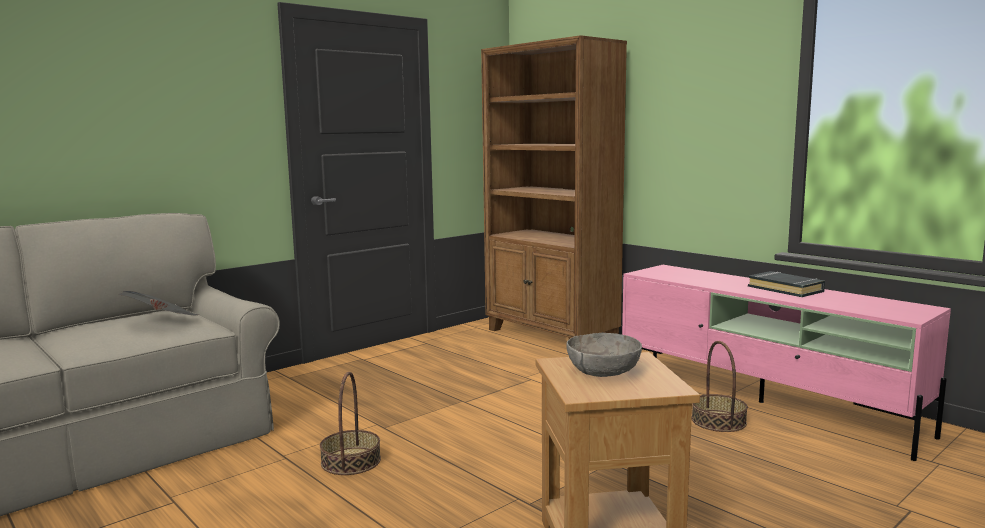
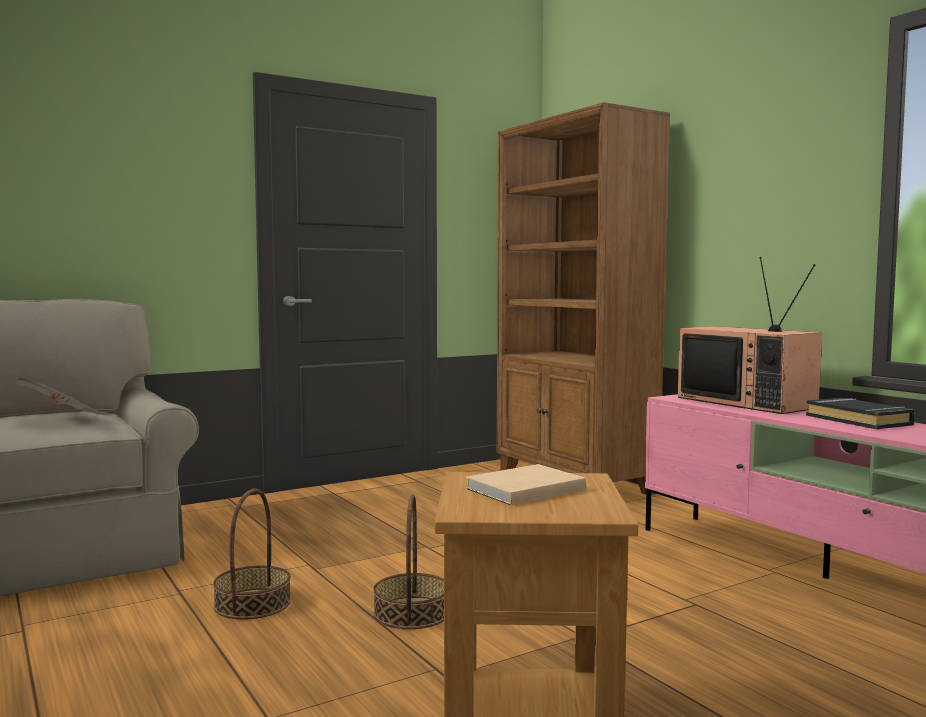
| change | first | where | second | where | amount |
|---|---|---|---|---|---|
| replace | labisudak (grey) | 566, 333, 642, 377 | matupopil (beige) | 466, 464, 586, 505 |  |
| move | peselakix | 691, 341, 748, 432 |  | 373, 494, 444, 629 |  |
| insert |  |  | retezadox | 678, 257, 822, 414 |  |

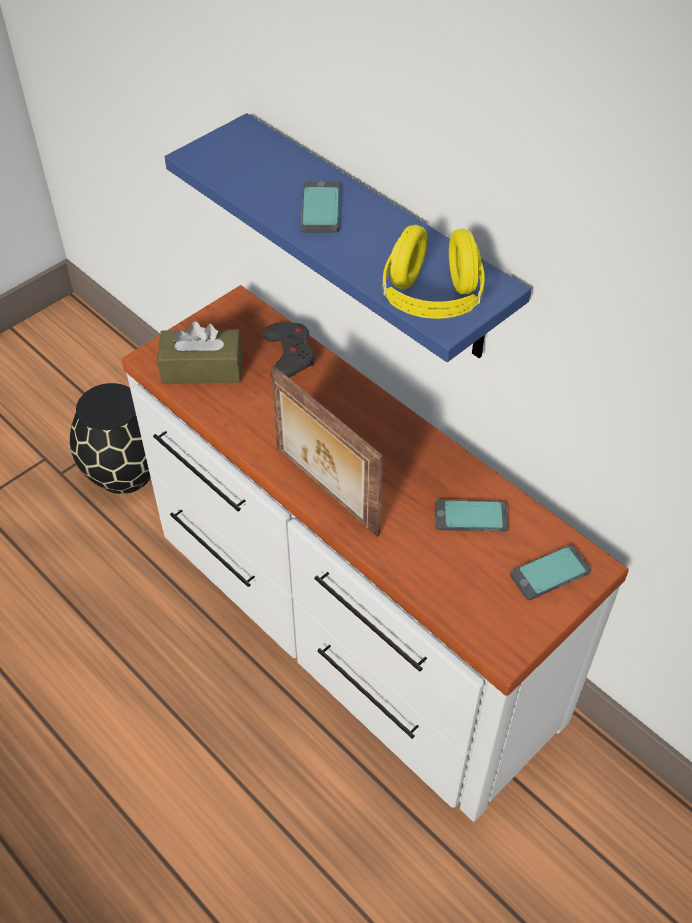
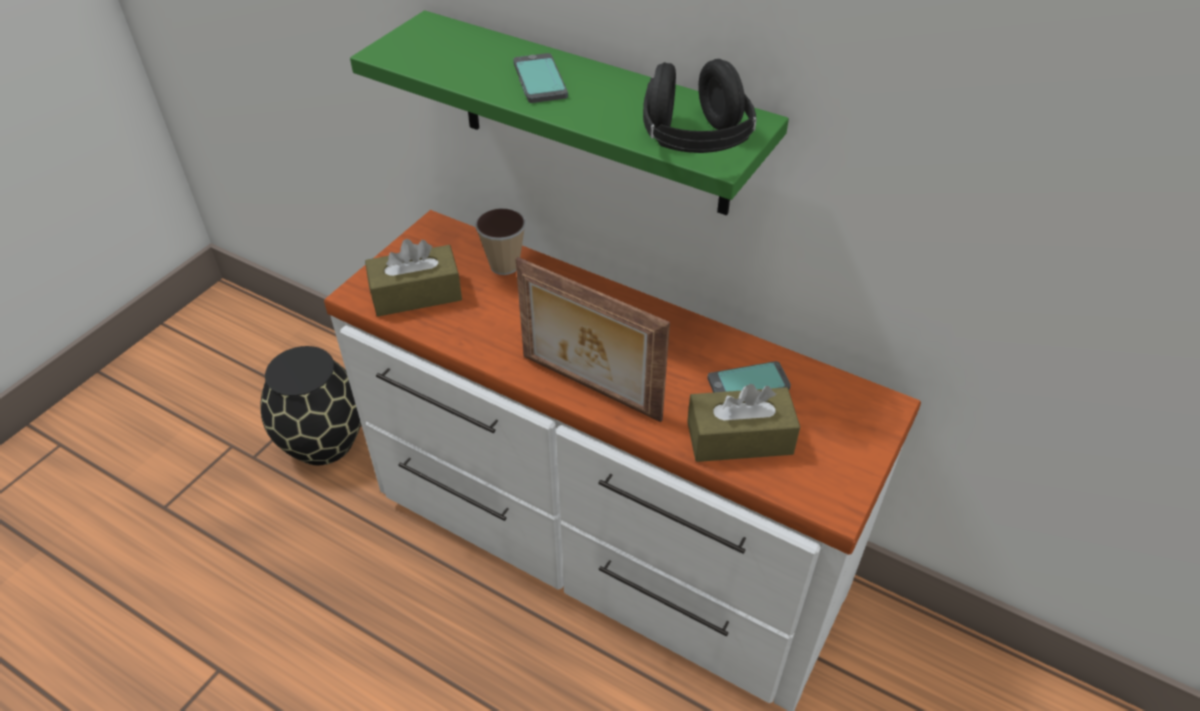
| change | first | where | second | where | amount |
|---|---|---|---|---|---|
| recolor | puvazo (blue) | 165, 113, 531, 362 | puvazo (green) | 350, 10, 789, 216 |  |
| recolor | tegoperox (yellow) | 383, 225, 485, 319 | tegoperox (black) | 643, 59, 756, 153 |  |
| replace | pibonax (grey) | 262, 322, 315, 378 | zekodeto | 475, 208, 526, 275 |  |
| delete | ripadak | 510, 545, 591, 600 |  |  |  |
| insert |  |  | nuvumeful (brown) | 687, 384, 800, 462 |  |

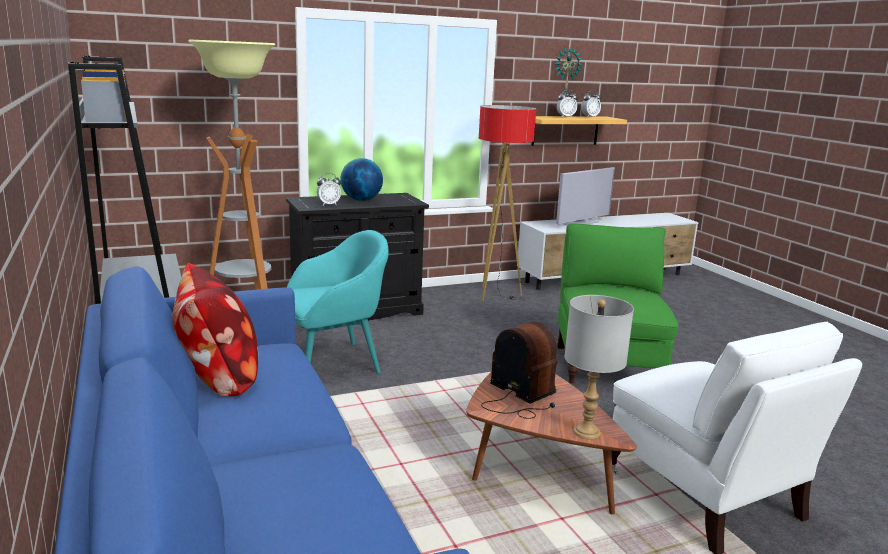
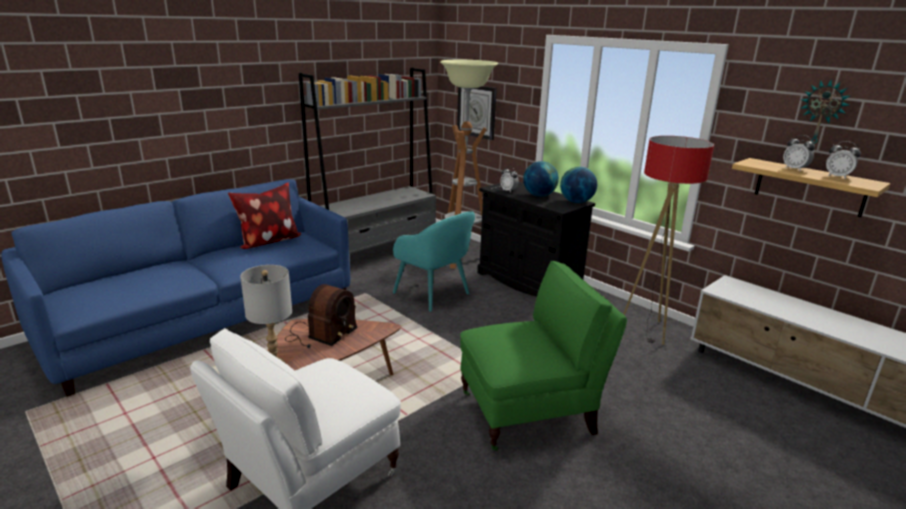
| change | first | where | second | where | amount |
|---|---|---|---|---|---|
| delete | retezadox | 556, 167, 615, 226 |  |  |  |
| insert |  |  | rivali | 457, 86, 497, 140 |  |
| insert |  |  | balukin | 560, 167, 597, 203 |  |

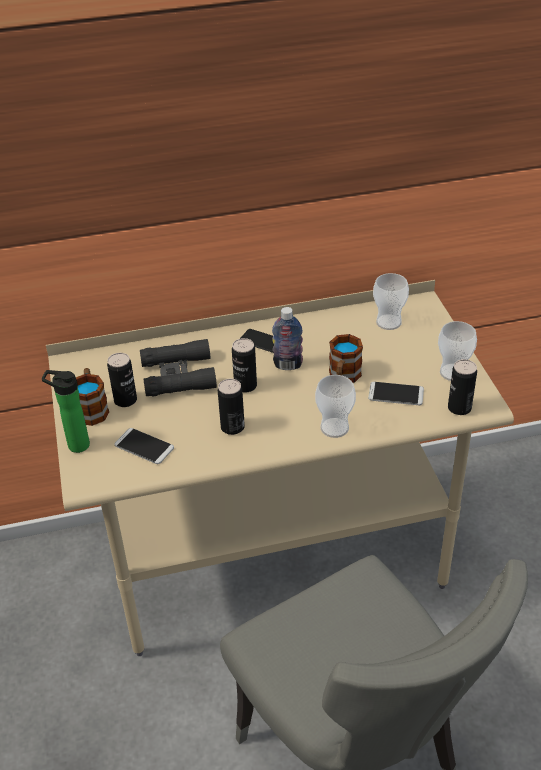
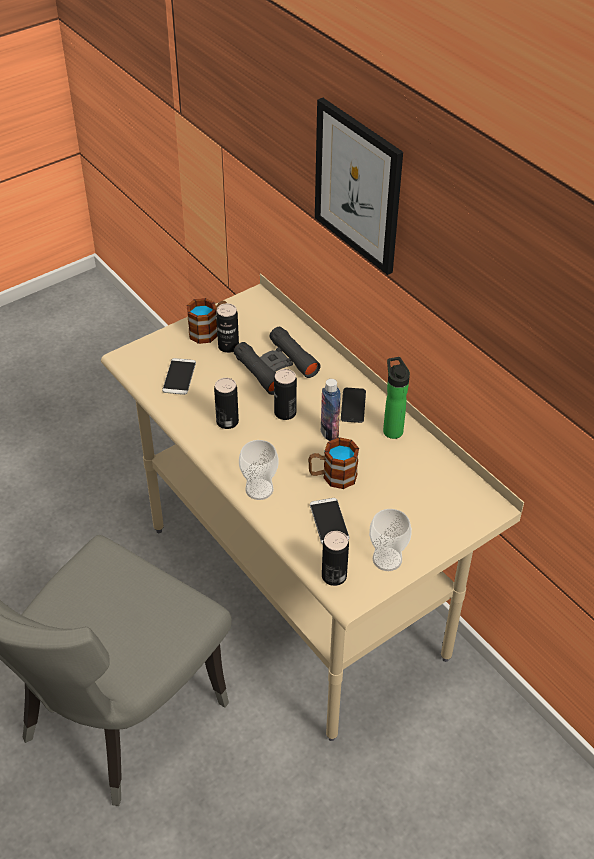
| change | first | where | second | where | amount |
|---|---|---|---|---|---|
| delete | zekodeto | 373, 273, 409, 330 |  |  |  |
| move | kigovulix | 42, 370, 90, 453 |  | 383, 357, 410, 439 |  |
| insert |  |  | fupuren | 315, 98, 403, 275 |  |

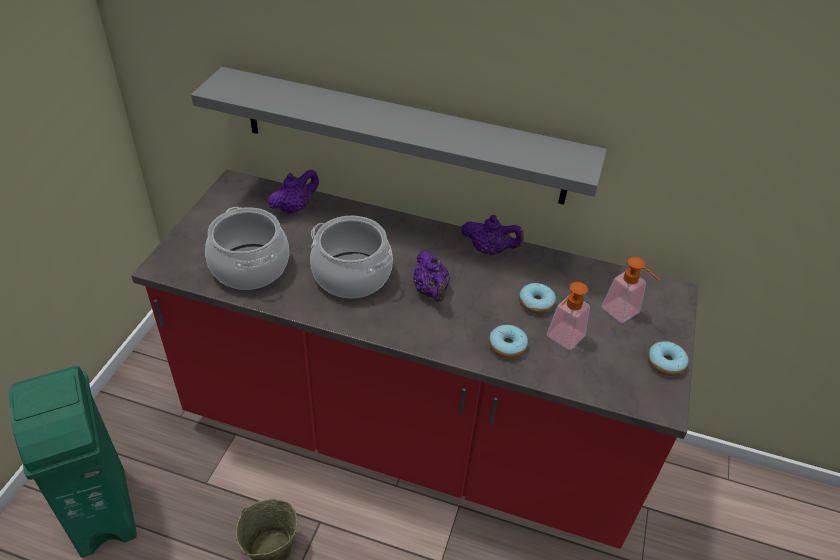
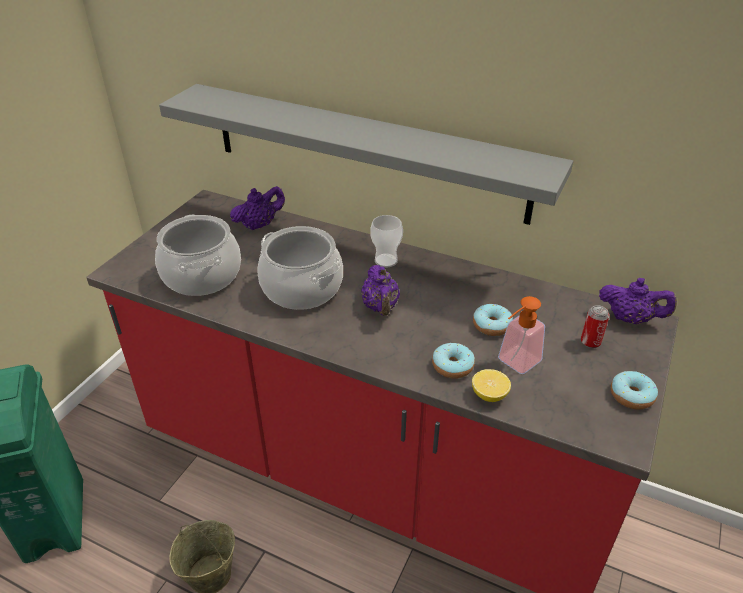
| change | first | where | second | where | amount |
|---|---|---|---|---|---|
| move | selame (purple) | 461, 215, 524, 255 |  | 599, 278, 677, 324 |  |
| replace | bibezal | 602, 257, 660, 323 | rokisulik | 581, 305, 609, 349 |  |
| insert |  |  | zekodeto | 370, 215, 403, 267 |  |
| insert |  |  | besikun | 472, 369, 511, 402 |  |

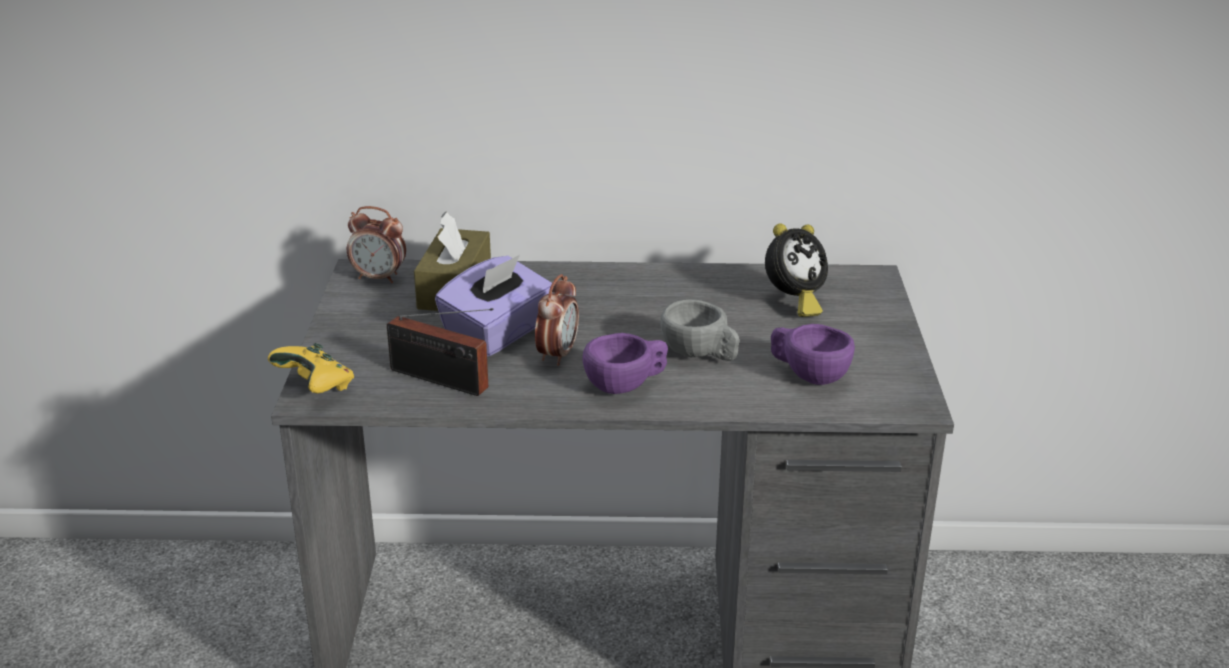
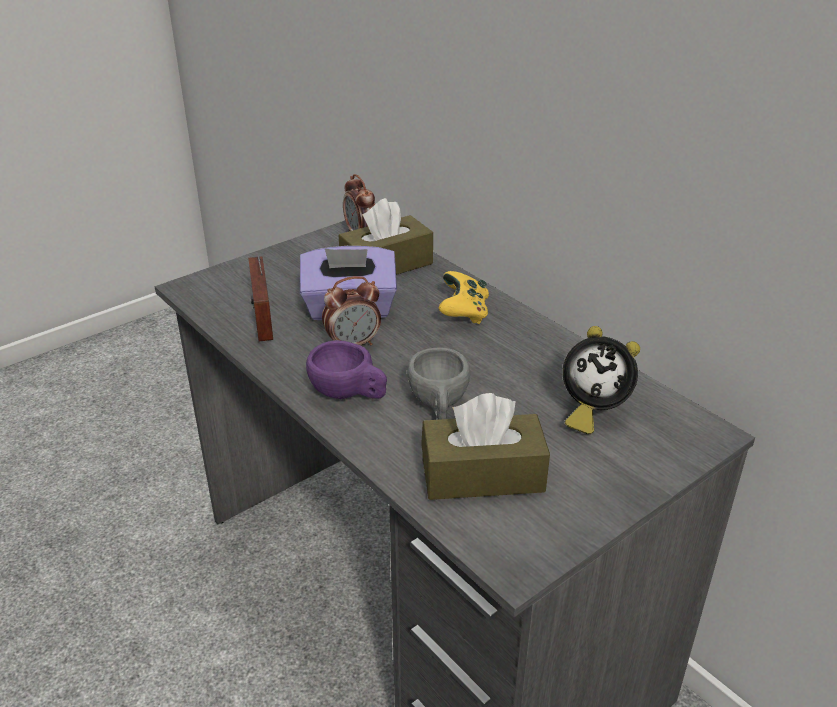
| change | first | where | second | where | amount |
|---|---|---|---|---|---|
| replace | zekodeto (purple) | 771, 324, 855, 385 | nuvumeful (brown) | 421, 393, 550, 500 |  |
| move | pibonax (yellow) | 268, 343, 354, 393 |  | 439, 271, 489, 324 |  |

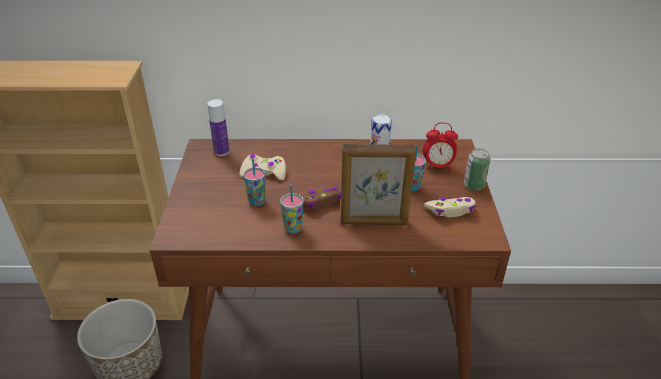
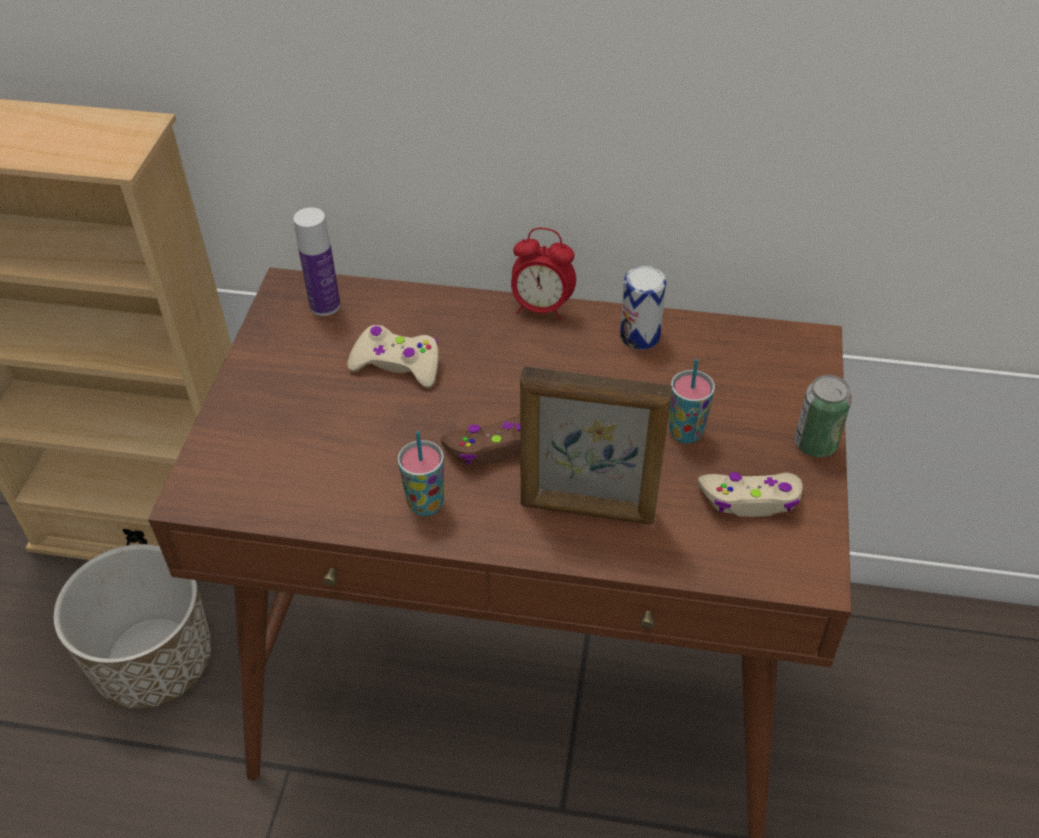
| change | first | where | second | where | amount |
|---|---|---|---|---|---|
| move | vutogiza | 423, 123, 458, 171 |  | 511, 228, 576, 321 |  |
| delete | zekodeto | 243, 159, 266, 206 |  |  |  |

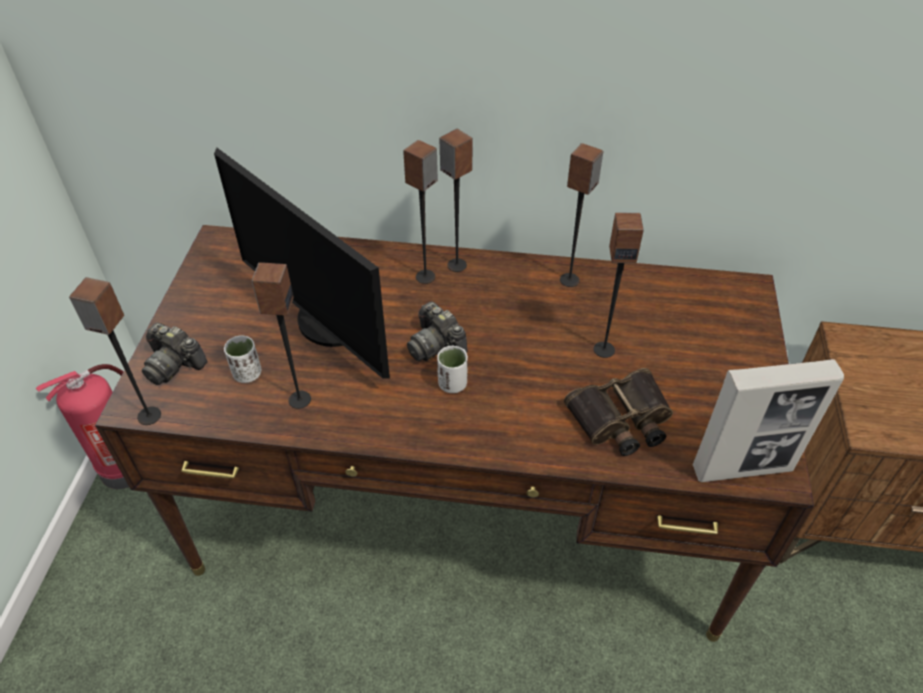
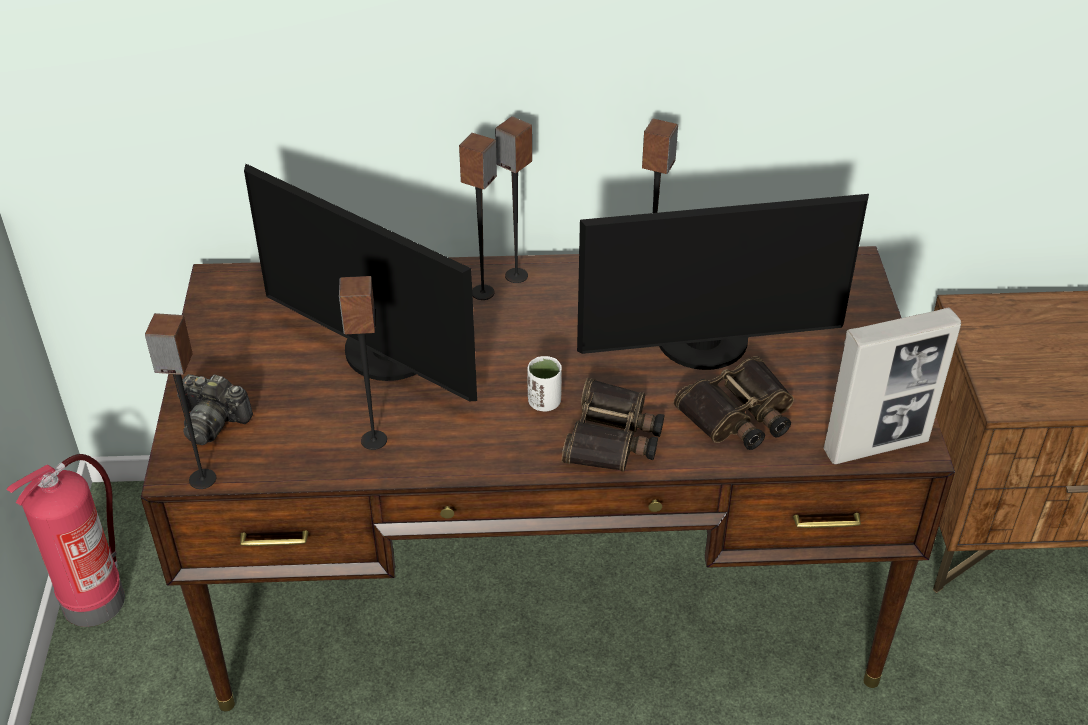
| change | first | where | second | where | amount |
|---|---|---|---|---|---|
| replace | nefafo | 594, 212, 644, 358 | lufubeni | 577, 194, 869, 370 |  |
| delete | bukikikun | 407, 301, 468, 361 |  |  |  |
| delete | zekodeto (white) | 224, 336, 261, 383 |  |  |  |
| insert |  |  | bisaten | 562, 378, 664, 472 |  |

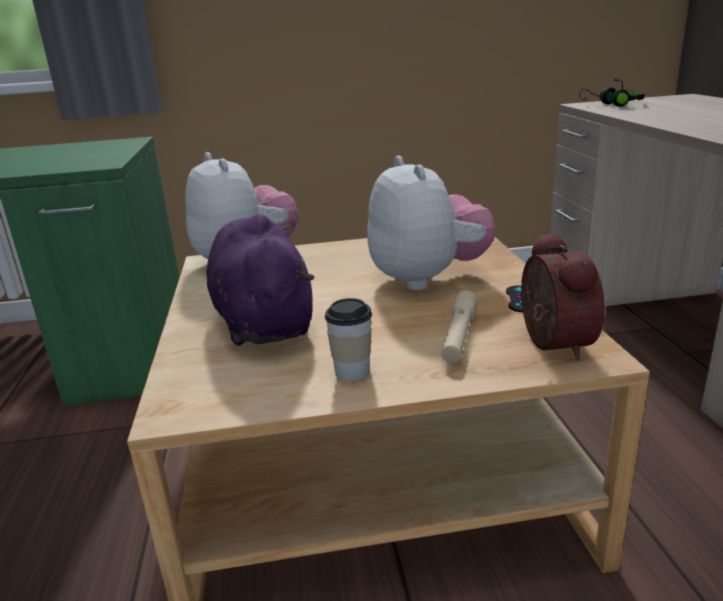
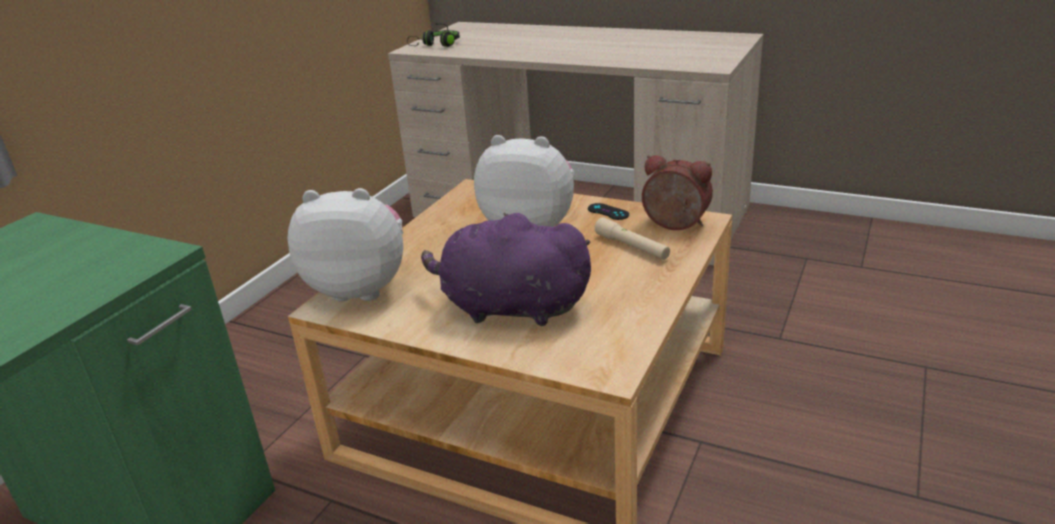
| change | first | where | second | where | amount |
|---|---|---|---|---|---|
| delete | zekodeto | 325, 298, 372, 381 |  |  |  |

